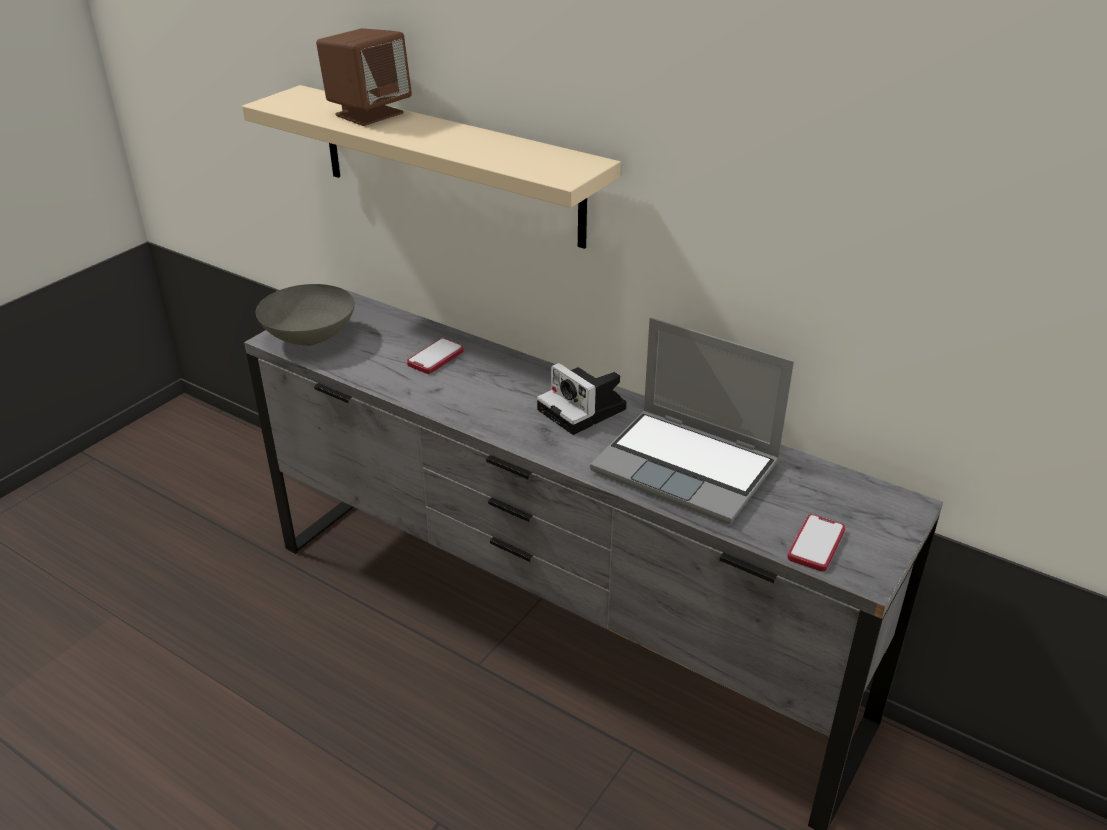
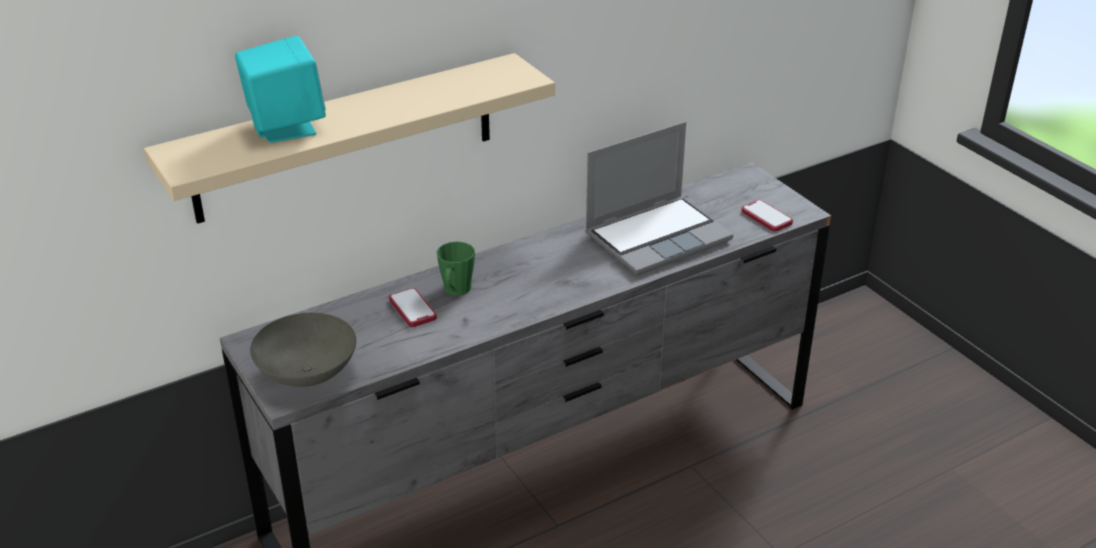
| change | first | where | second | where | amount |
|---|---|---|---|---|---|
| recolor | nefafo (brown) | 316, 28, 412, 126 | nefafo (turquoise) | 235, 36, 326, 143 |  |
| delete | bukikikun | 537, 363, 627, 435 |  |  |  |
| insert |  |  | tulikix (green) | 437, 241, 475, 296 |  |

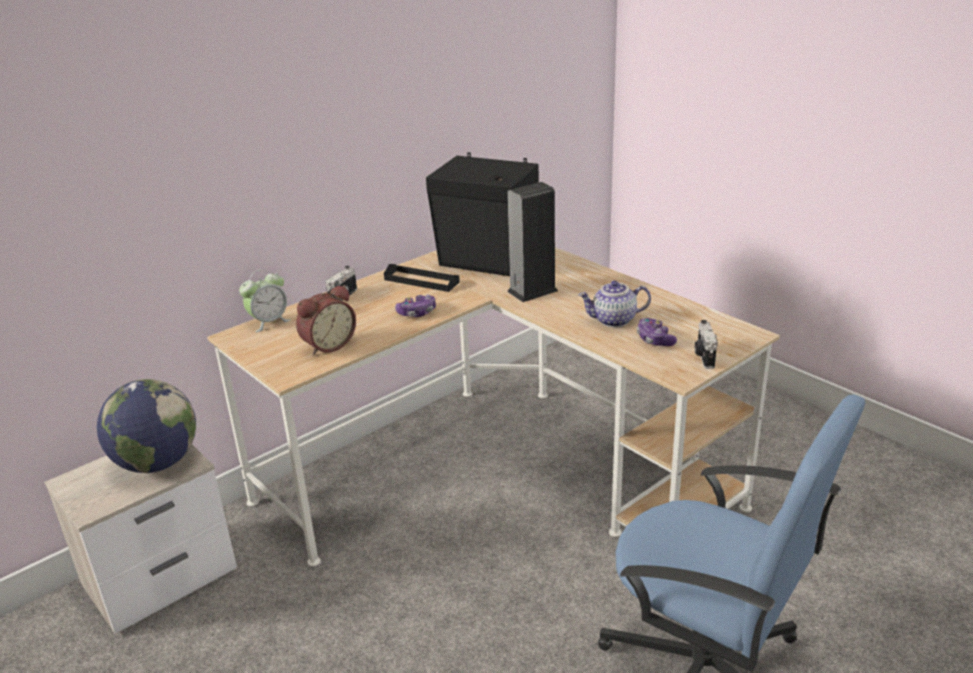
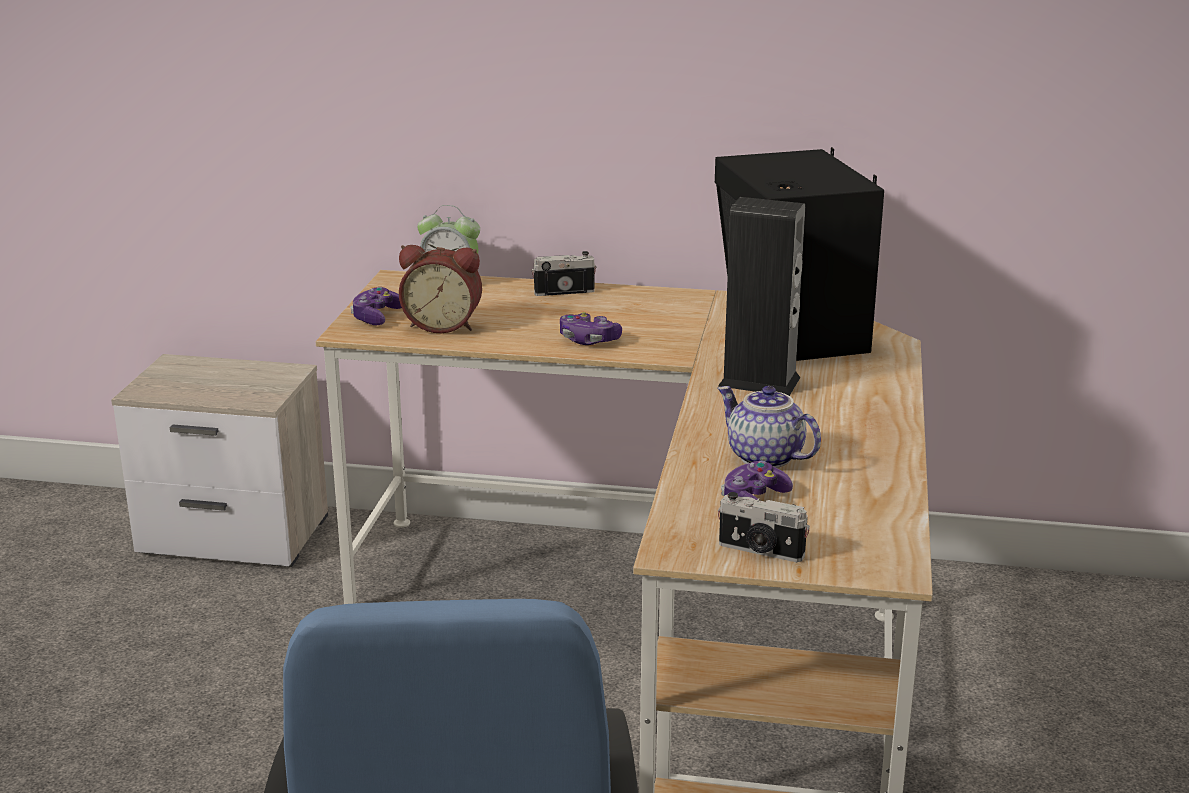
| change | first | where | second | where | amount |
|---|---|---|---|---|---|
| delete | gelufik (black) | 384, 264, 460, 292 |  |  |  |
| rotate | bukikikun | 695, 320, 718, 369 |  | 718, 492, 810, 562 | 120 degrees counterclockwise |
| delete | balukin | 97, 379, 196, 473 |  |  |  |
| insert |  |  | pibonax | 350, 287, 402, 325 |  |

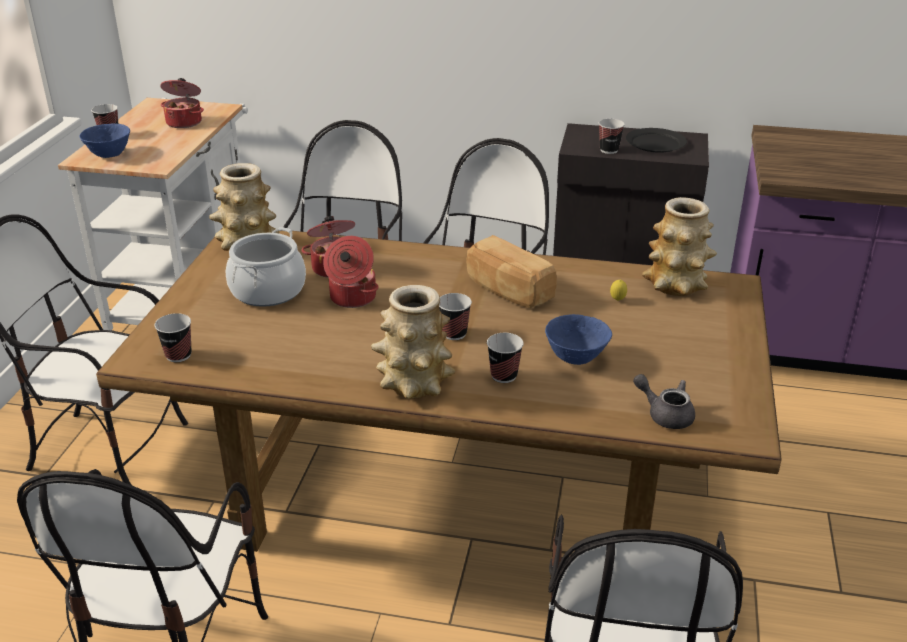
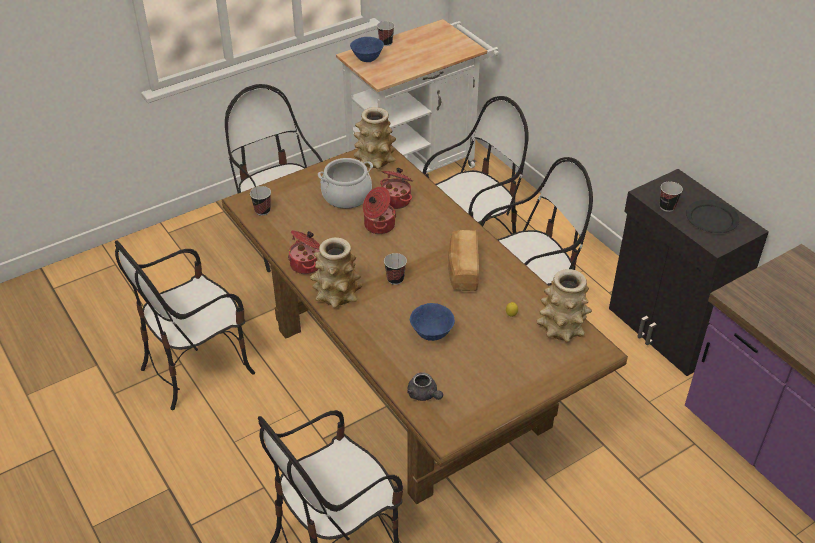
| change | first | where | second | where | amount |
|---|---|---|---|---|---|
| move | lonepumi | 160, 78, 204, 128 |  | 288, 230, 320, 274 |  |
| delete | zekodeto | 487, 333, 524, 383 |  |  |  |
| rotate | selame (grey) | 633, 374, 695, 429 |  | 407, 372, 443, 401 | 150 degrees clockwise |

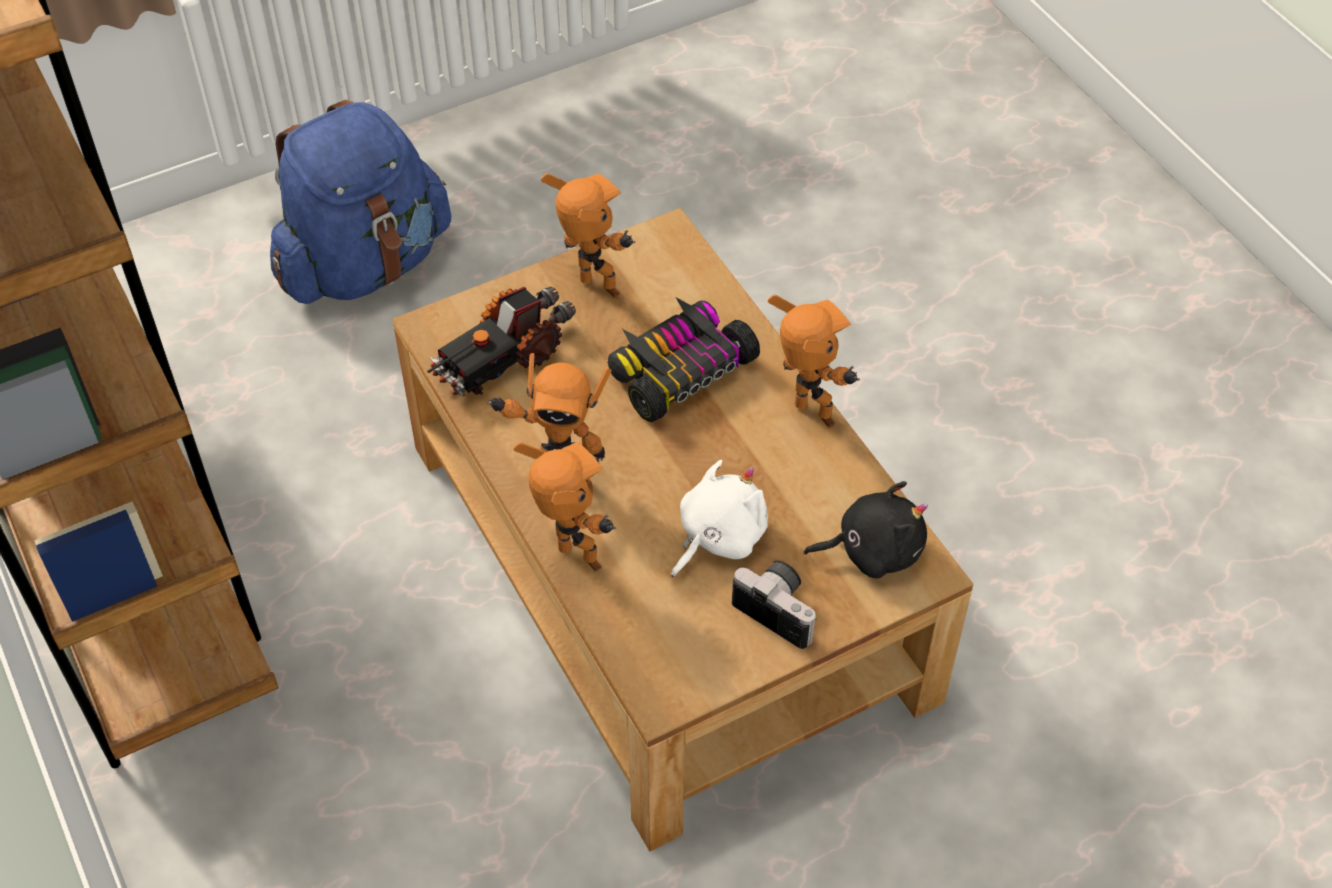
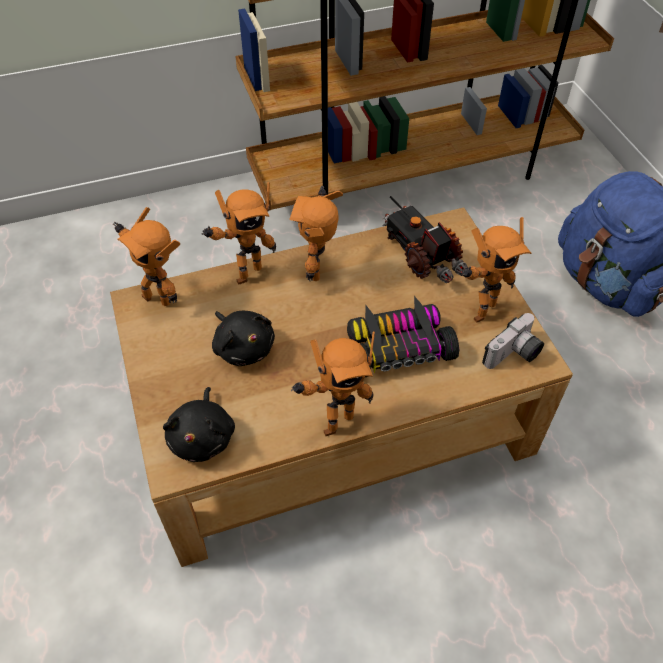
| change | first | where | second | where | amount |
|---|---|---|---|---|---|
| rotate | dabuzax | 607, 298, 760, 422 |  | 347, 296, 459, 377 | 75 degrees counterclockwise |
| recolor | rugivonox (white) | 671, 460, 768, 577 | rugivonox (black) | 212, 311, 275, 366 |  |
| move | bukikikun | 732, 561, 817, 649 |  | 482, 313, 544, 369 |  |
| insert |  |  | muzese | 112, 207, 180, 306 |  |

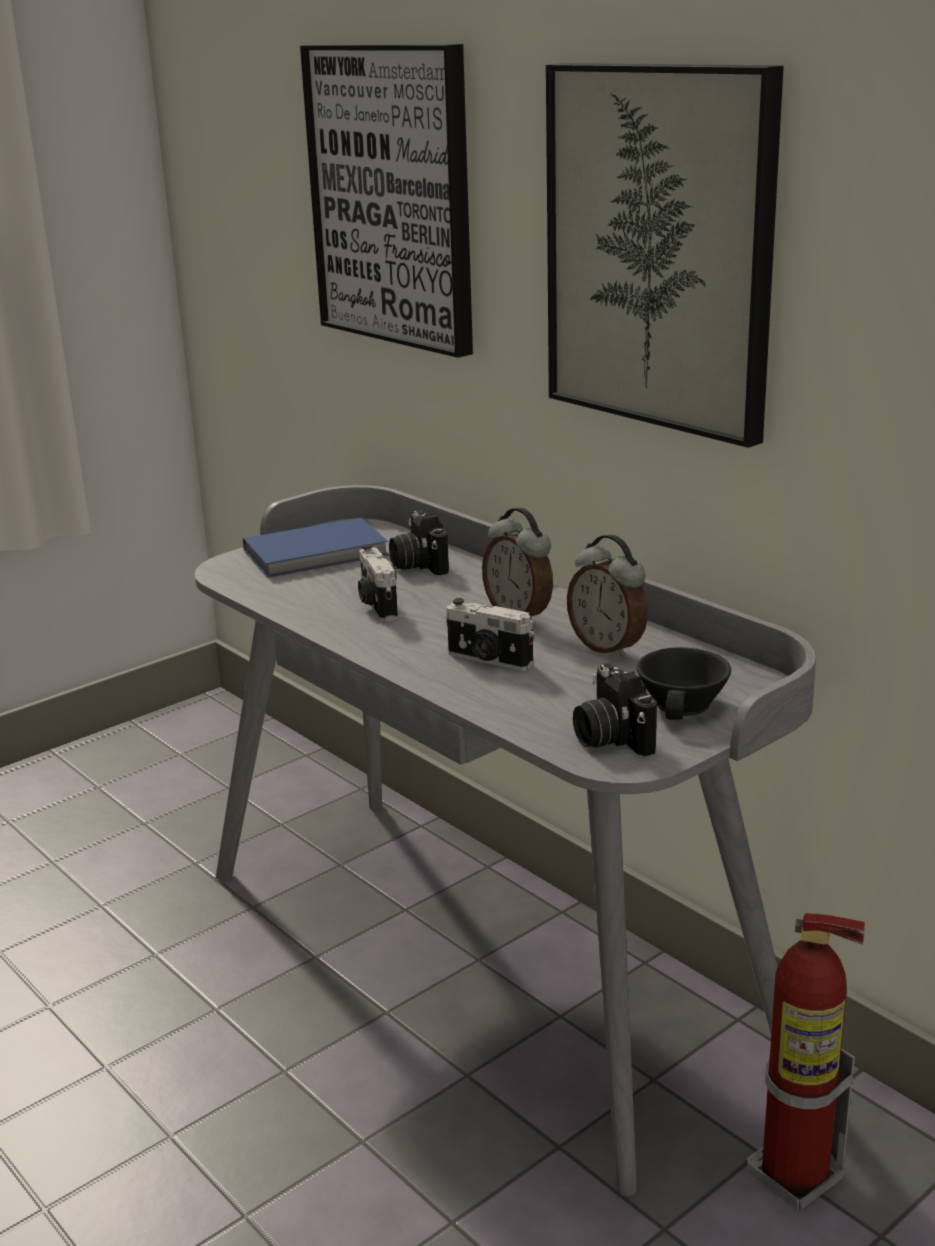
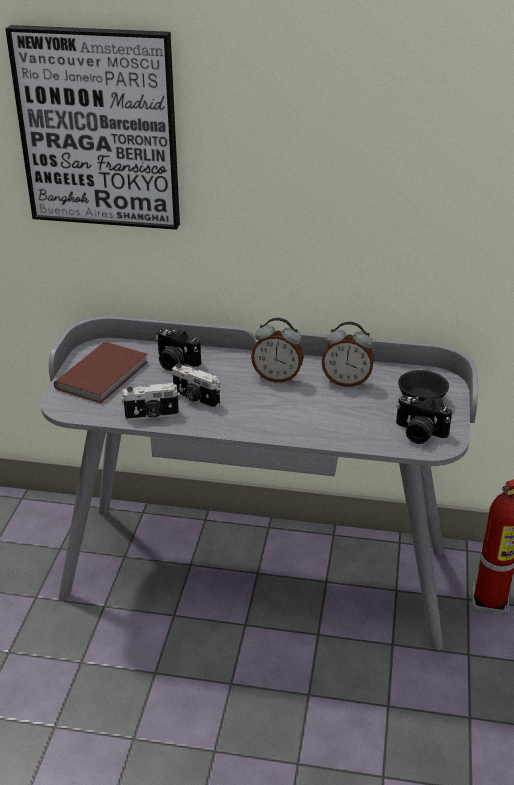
| change | first | where | second | where | amount |
|---|---|---|---|---|---|
| delete | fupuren | 546, 63, 784, 448 |  |  |  |
| recolor | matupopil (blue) | 243, 518, 389, 578 | matupopil (brown) | 54, 342, 148, 403 |  |
| move | bukikikun | 446, 598, 535, 671 |  | 121, 383, 180, 420 |  |

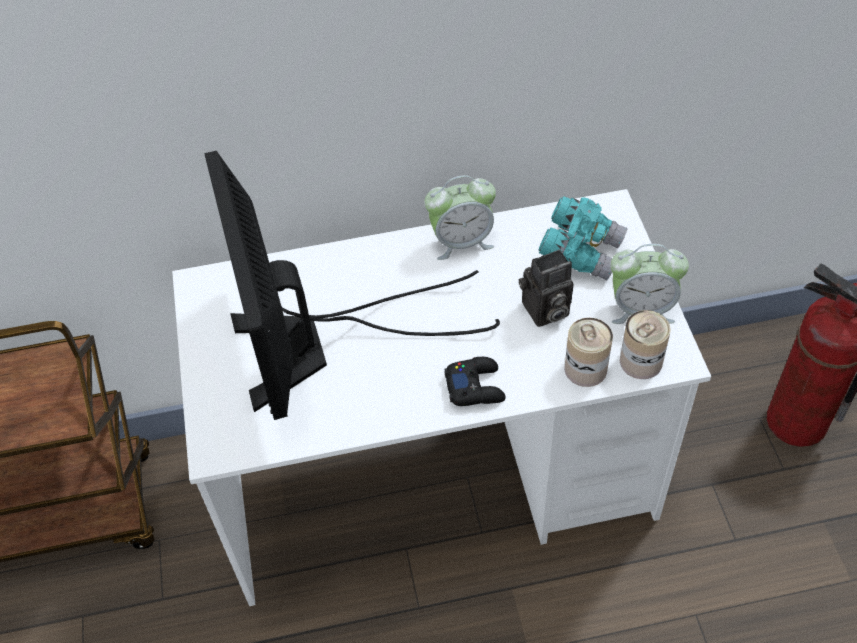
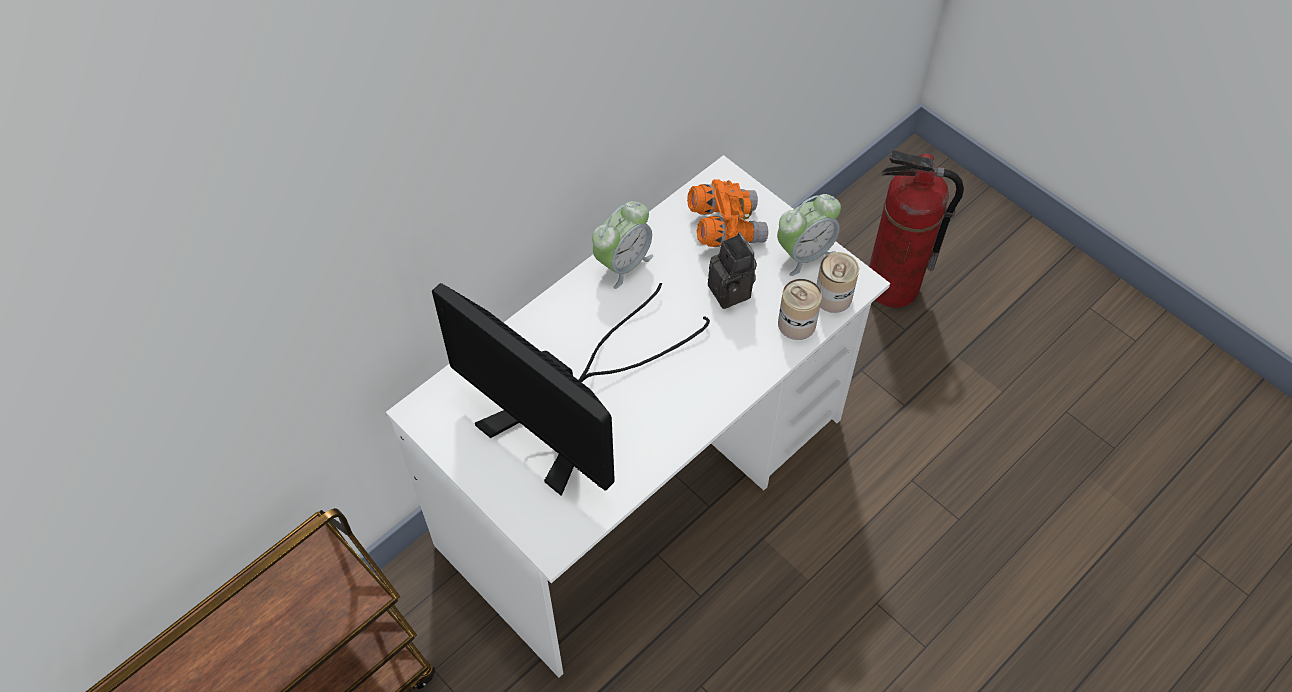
| change | first | where | second | where | amount |
|---|---|---|---|---|---|
| recolor | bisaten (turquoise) | 539, 196, 627, 280 | bisaten (orange) | 687, 179, 768, 247 |  |
| rotate | bukikikun | 519, 249, 574, 327 |  | 708, 232, 757, 309 | 60 degrees counterclockwise |
| delete | pibonax (black) | 444, 357, 506, 406 |  |  |  |

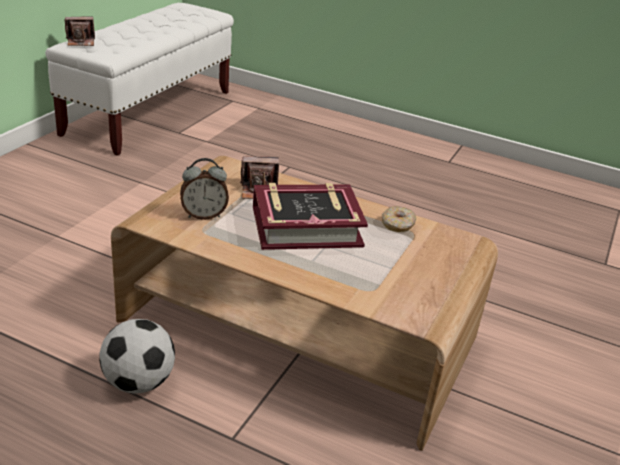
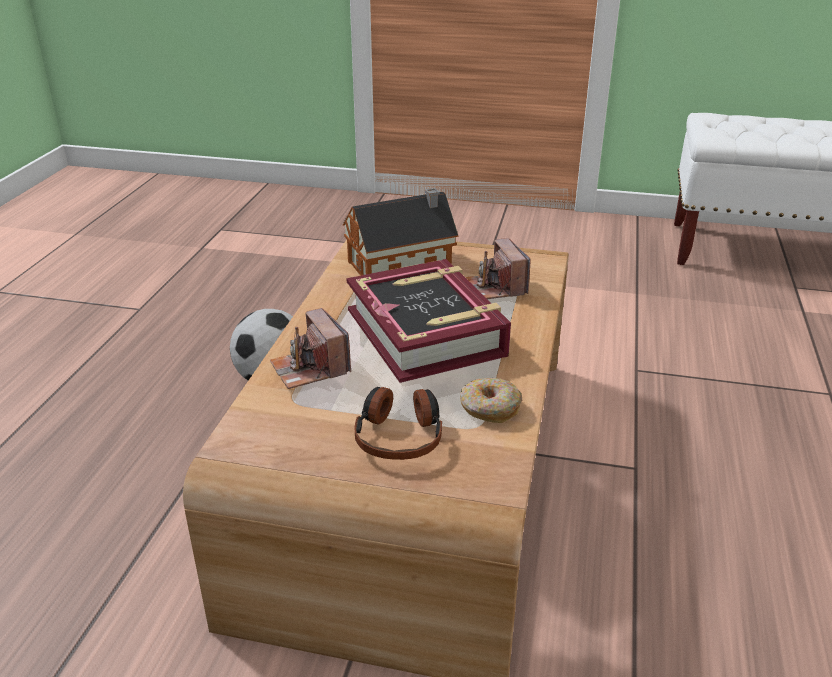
| change | first | where | second | where | amount |
|---|---|---|---|---|---|
| move | bukikikun | 64, 16, 95, 46 |  | 270, 308, 351, 389 |  |
| replace | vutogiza | 180, 158, 229, 220 | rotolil | 343, 188, 458, 276 |  |
| insert |  |  | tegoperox | 355, 387, 442, 460 |  |

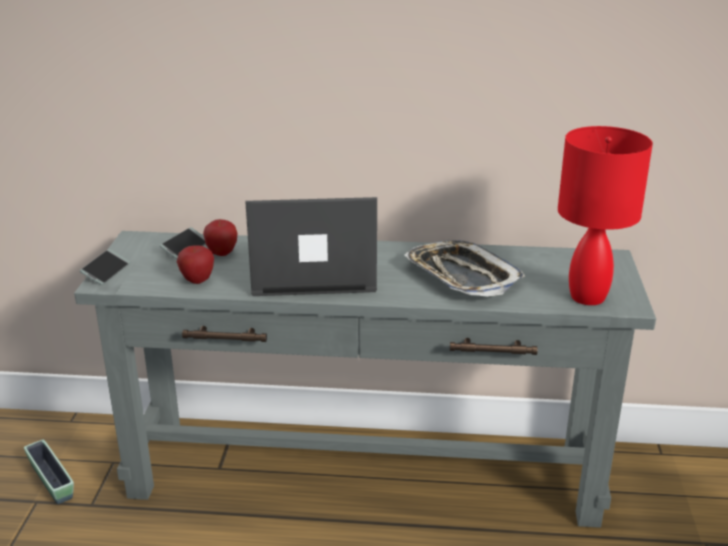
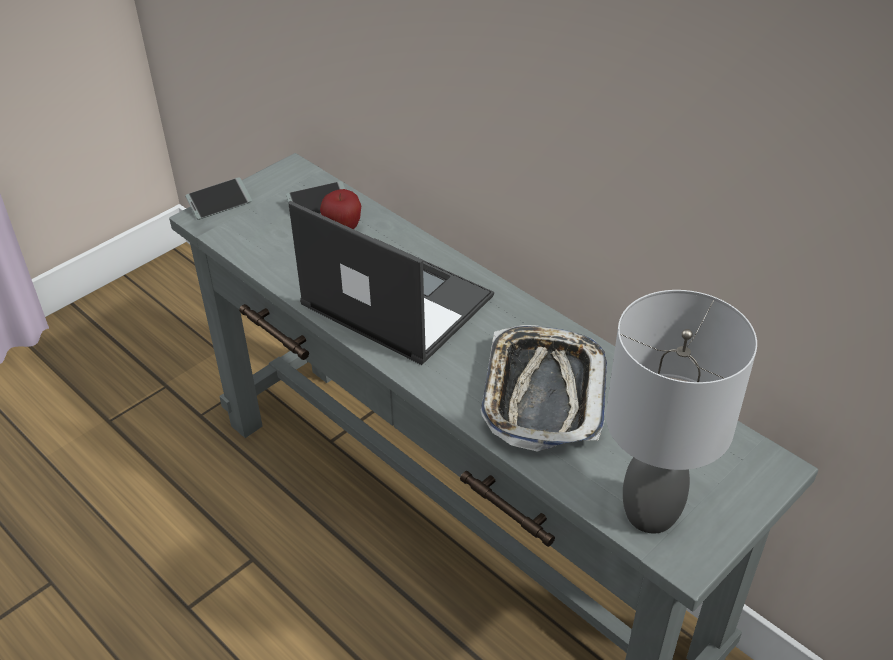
| change | first | where | second | where | amount |
|---|---|---|---|---|---|
| recolor | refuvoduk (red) | 558, 126, 653, 305 | refuvoduk (grey) | 606, 290, 757, 534 |  |
| delete | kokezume | 177, 245, 214, 284 |  |  |  |
| delete | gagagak | 24, 440, 74, 504 |  |  |  |

